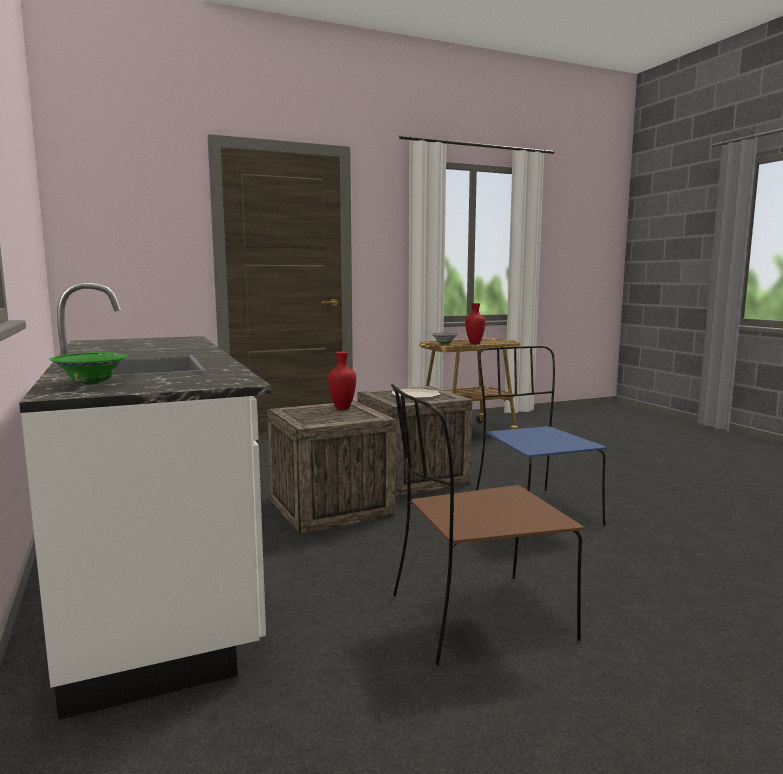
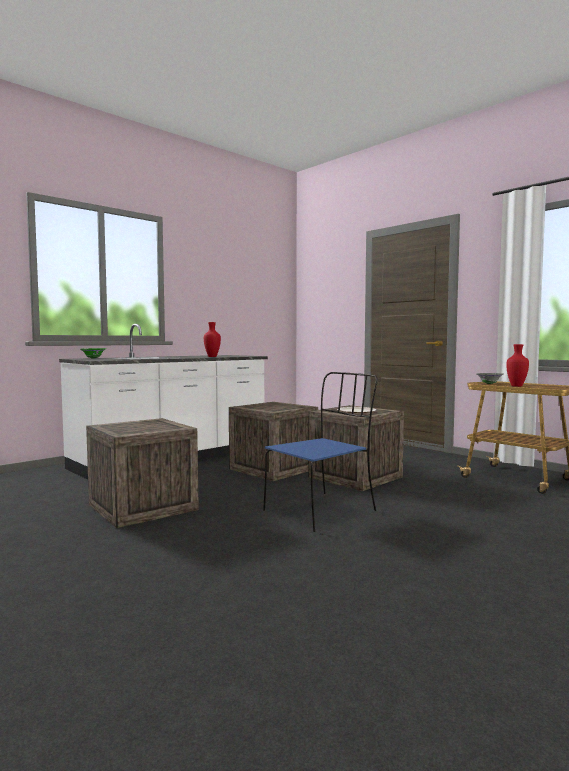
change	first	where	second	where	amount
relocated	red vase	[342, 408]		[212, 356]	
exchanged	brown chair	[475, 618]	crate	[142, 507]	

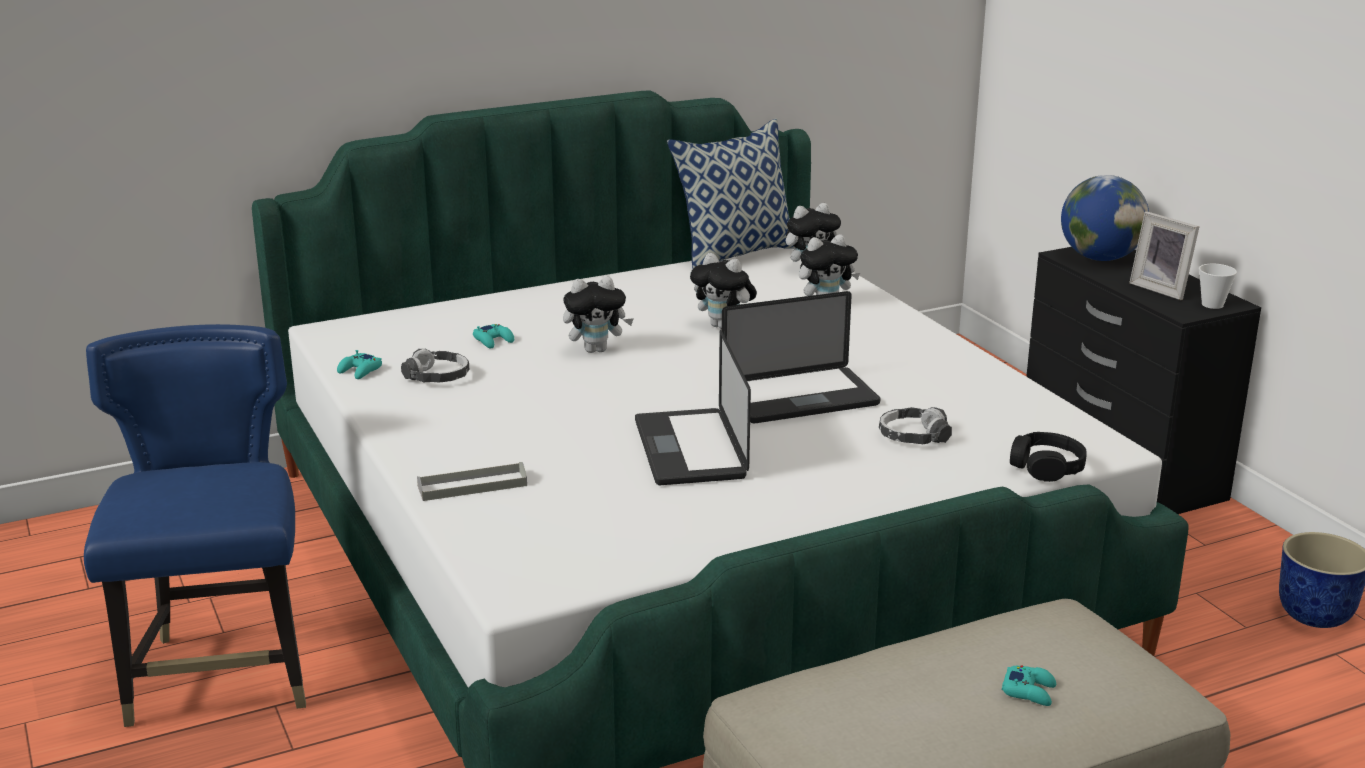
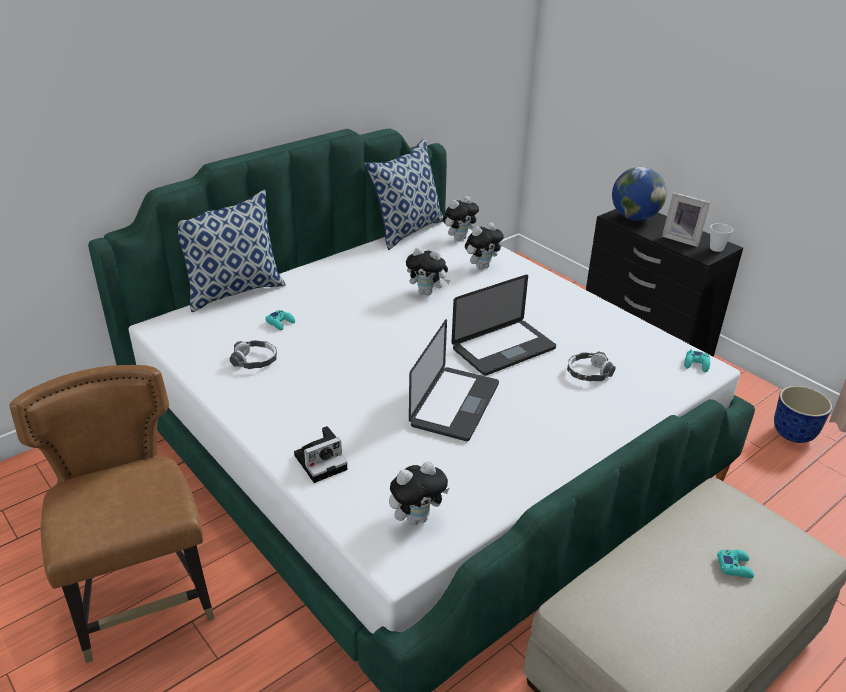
change	first	where	second	where	amount
missing	black headphones	[1046, 467]			
appeared			pillow	[234, 291]	
relocated	turquoise game controller	[360, 371]		[696, 364]	
relocated	plush toy	[596, 349]		[417, 518]	
exchanged	grey tray	[472, 486]	photo camera	[322, 461]	
colour	blue chair	[222, 675]	brown chair	[144, 600]	
spun	laptop	[690, 449]		[455, 404]	135 degrees counterclockwise

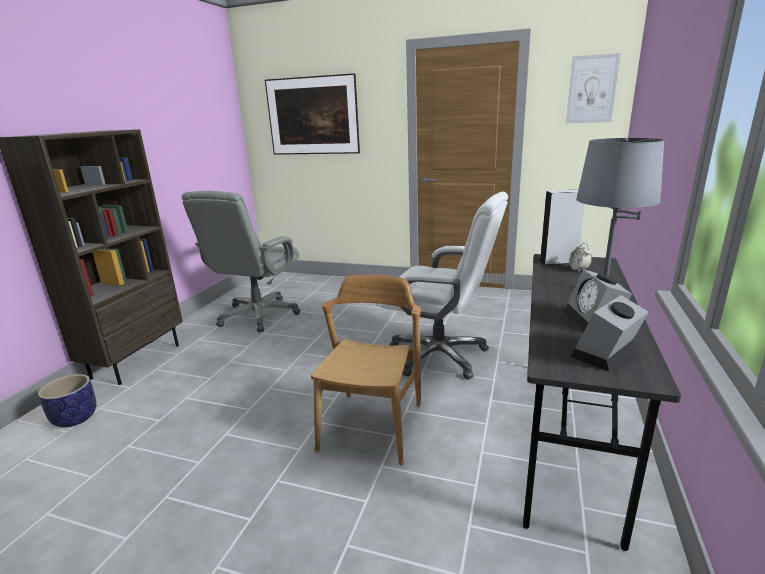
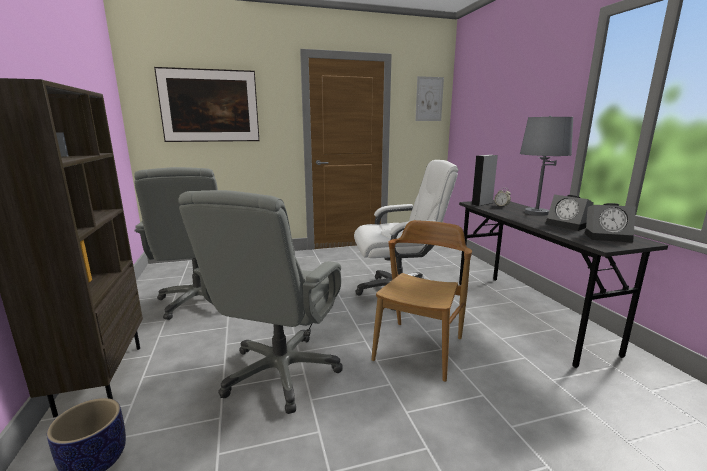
change	first	where	second	where	amount
appeared			grey office chair	[280, 372]	
spun	brown chair	[372, 426]		[419, 349]	45 degrees clockwise
spun	alarm clock	[605, 355]		[608, 237]	90 degrees counterclockwise

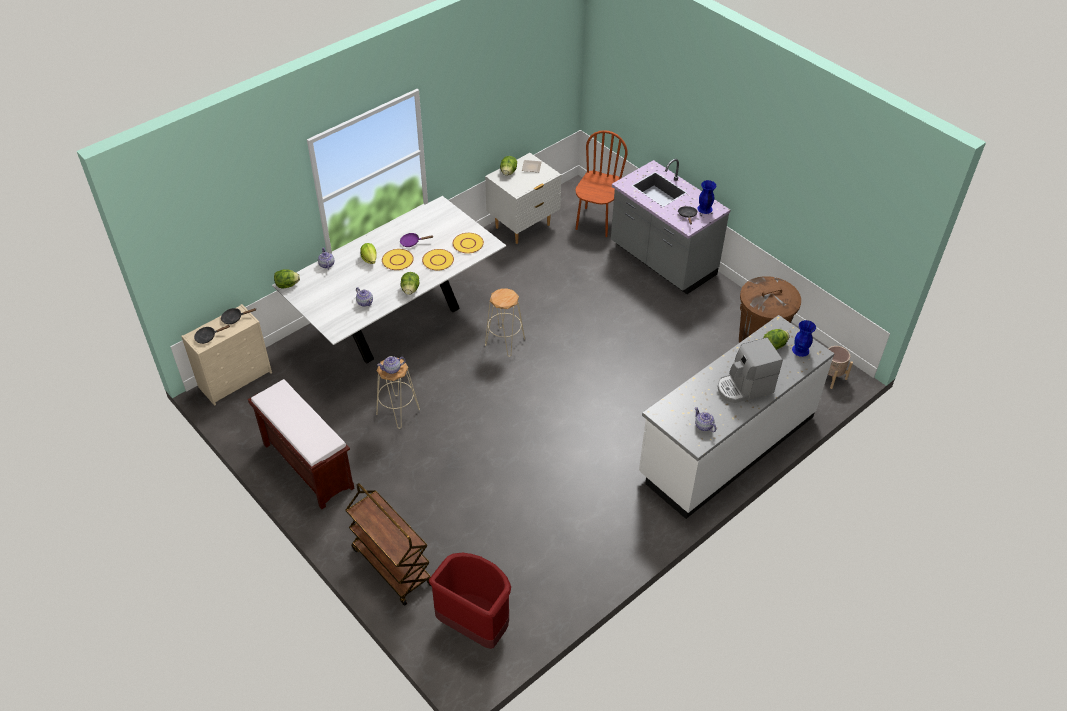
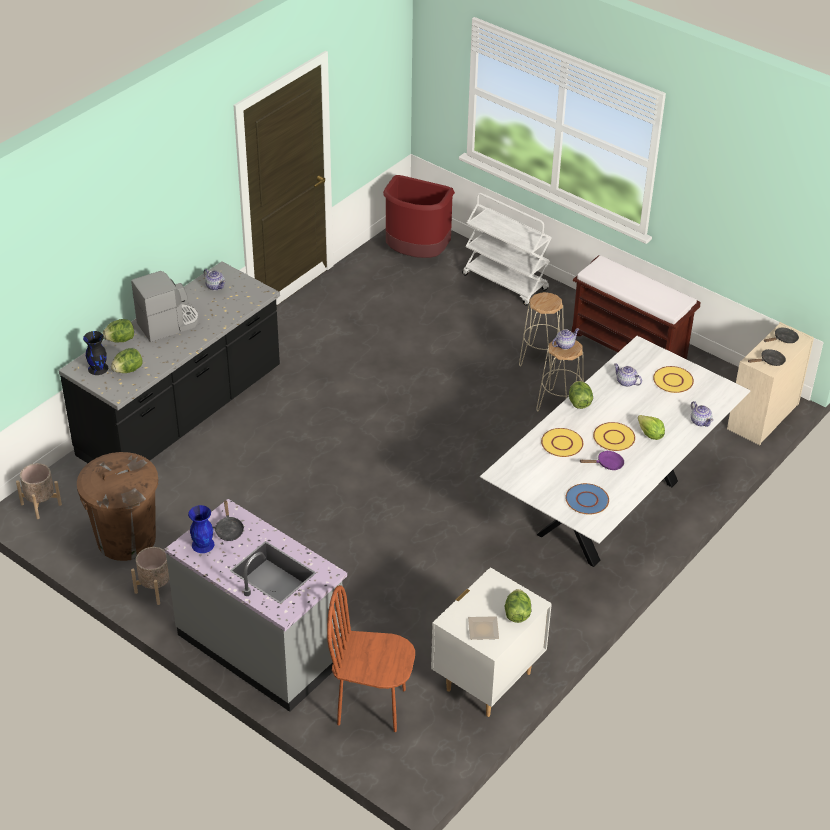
change	first	where	second	where	amount
appeared			beige planter	[156, 589]	
appeared			blue plate	[586, 500]	
relocated	lettuce	[287, 285]		[120, 340]	
relocated	yellow plate	[468, 243]		[673, 381]	
relocated	beige stool	[504, 342]		[541, 359]	
colour	brown cart	[391, 566]	white cart	[506, 282]	
colour	white counter	[726, 445]	black counter	[181, 414]	
colour	blue vase	[800, 350]	black vase	[98, 368]	
spun	brown chair	[596, 222]		[371, 706]	90 degrees clockwise

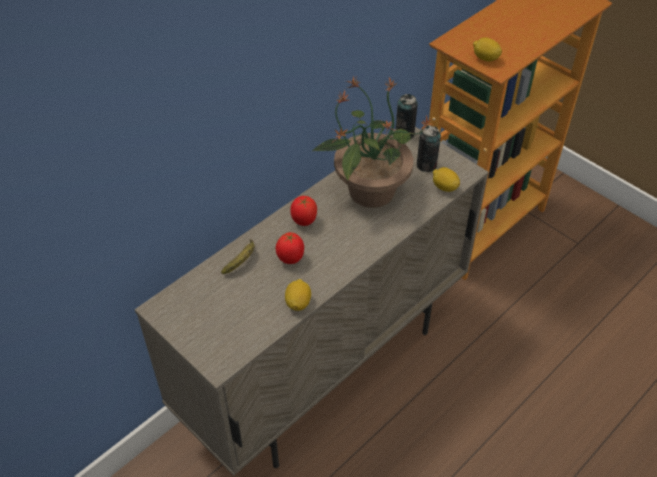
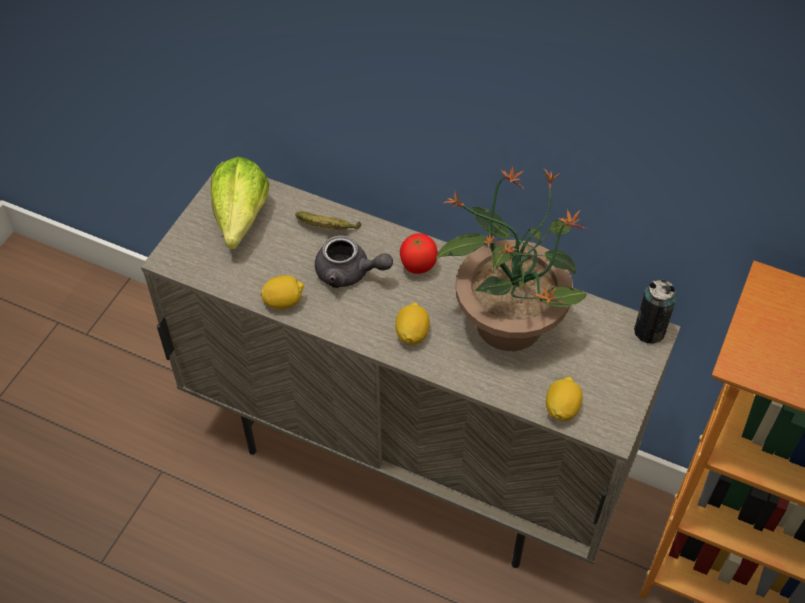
change	first	where	second	where	amount
missing	can	[426, 165]			
appeared			lettuce	[238, 226]	
relocated	lemon	[485, 58]		[412, 333]	
exchanged	tomato	[291, 259]	grey teapot	[349, 273]	

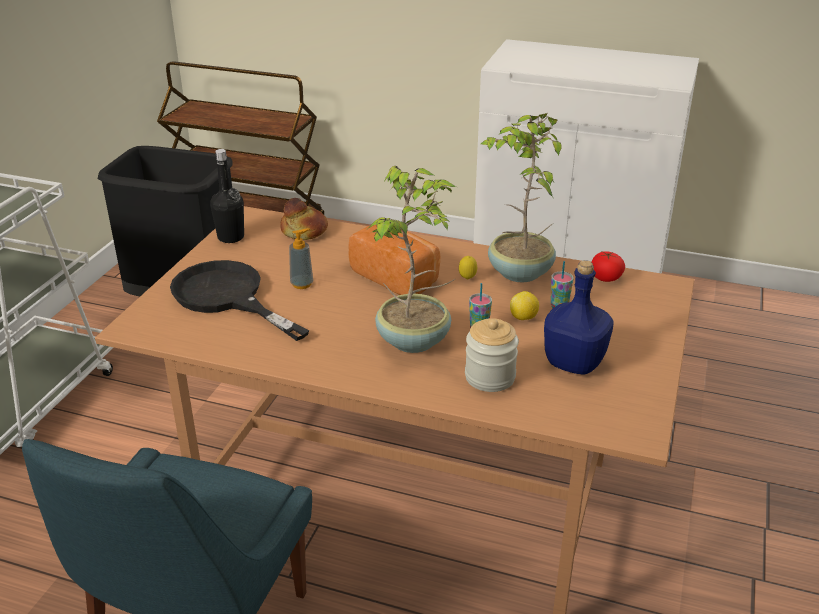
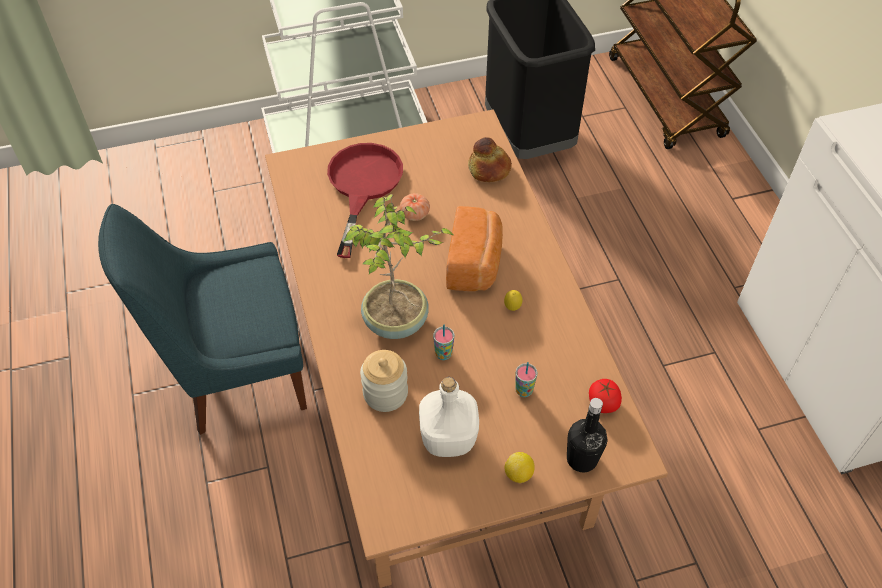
change	first	where	second	where	amount
missing	potted plant	[518, 273]			
relocated	black bottle	[231, 237]		[581, 459]	
relocated	lemon	[523, 318]		[518, 474]	
exchanged	soap dispenser	[302, 284]	tomato	[414, 214]	
colour	black frying pan	[227, 297]	red frying pan	[362, 186]	
colour	blue bottle	[572, 362]	white bottle	[448, 437]	

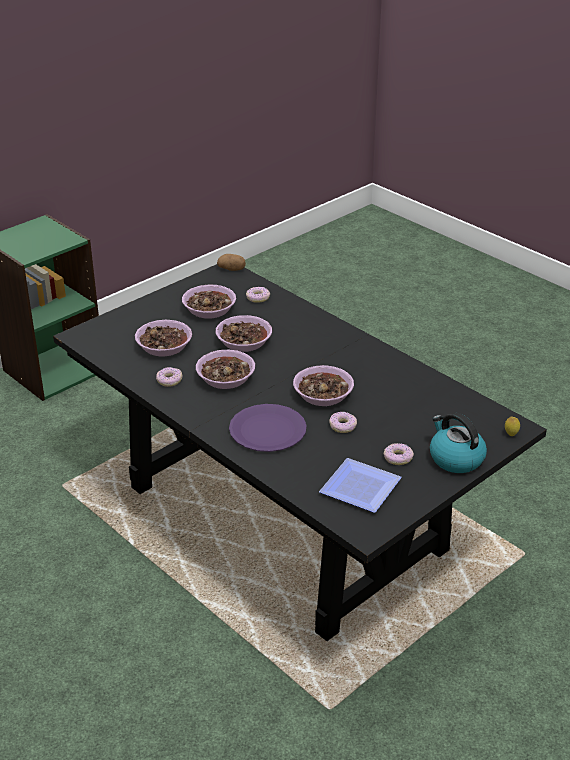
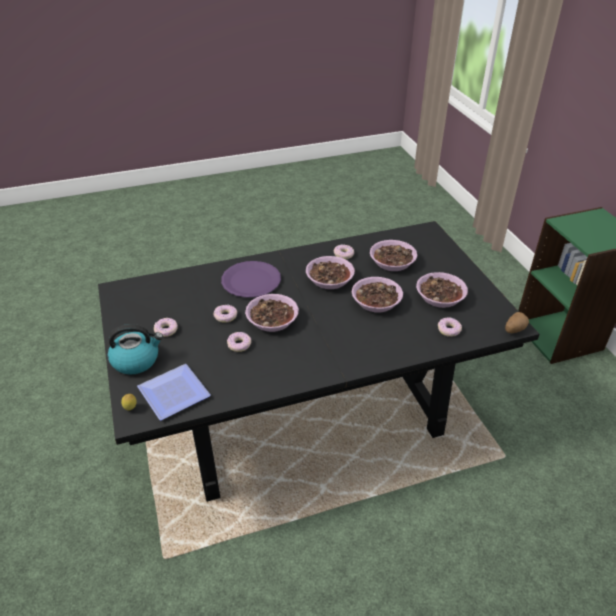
change	first	where	second	where	amount
appeared			donut	[239, 344]	
relocated	plate	[359, 486]		[176, 394]	

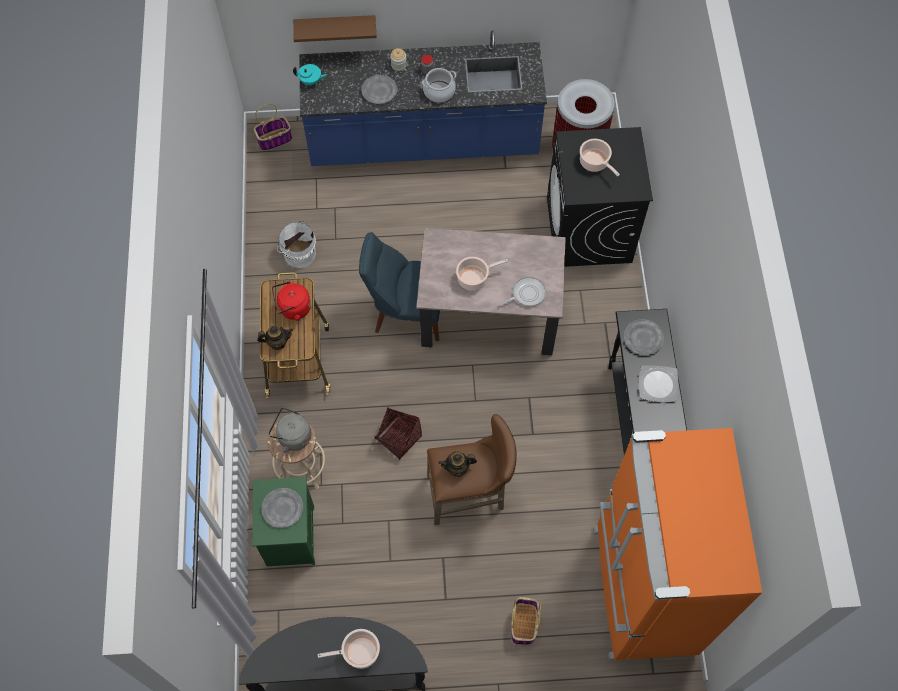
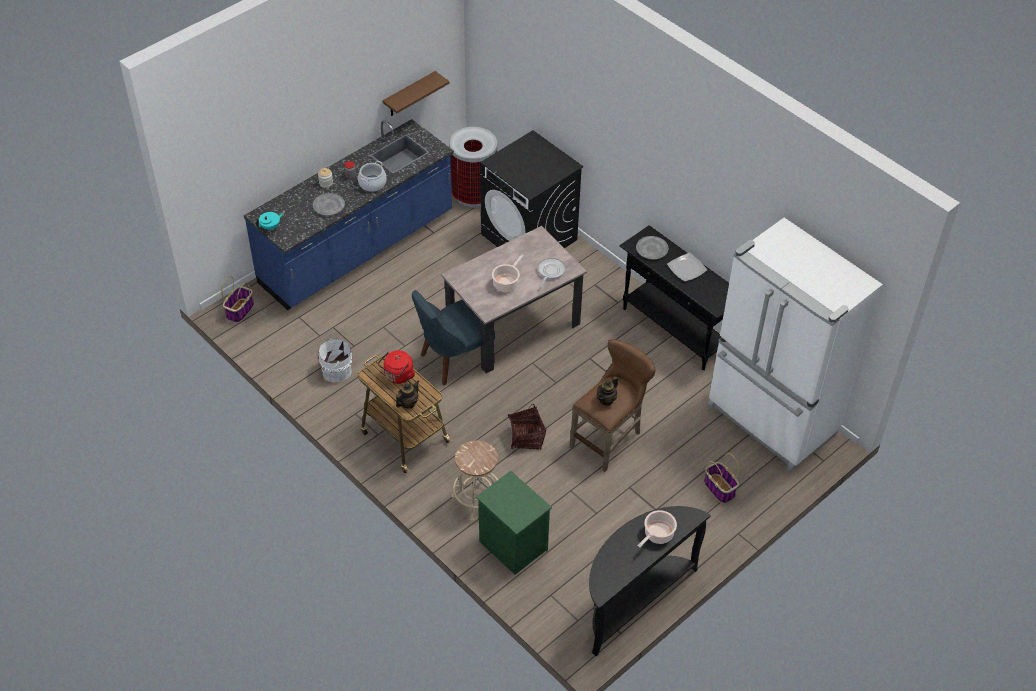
change	first	where	second	where	amount
missing	grey plate	[282, 508]			
missing	grey kettle	[292, 436]			
missing	cooking pot	[595, 163]			
relocated	brown shelf	[335, 27]		[409, 95]	
colour	orange fridge	[641, 591]	white fridge	[771, 421]	

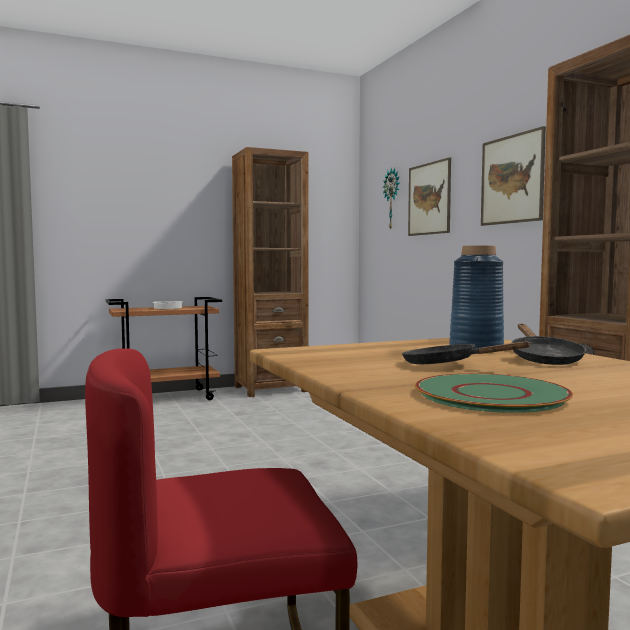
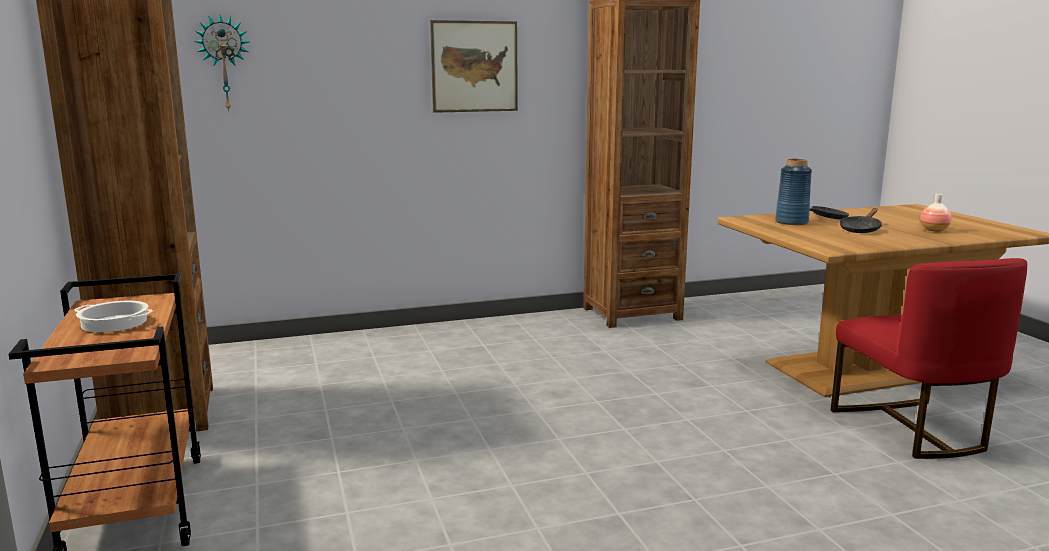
change	first	where	second	where	amount
missing	picture	[429, 199]			
exchanged	green plate	[491, 395]	vase	[934, 230]	

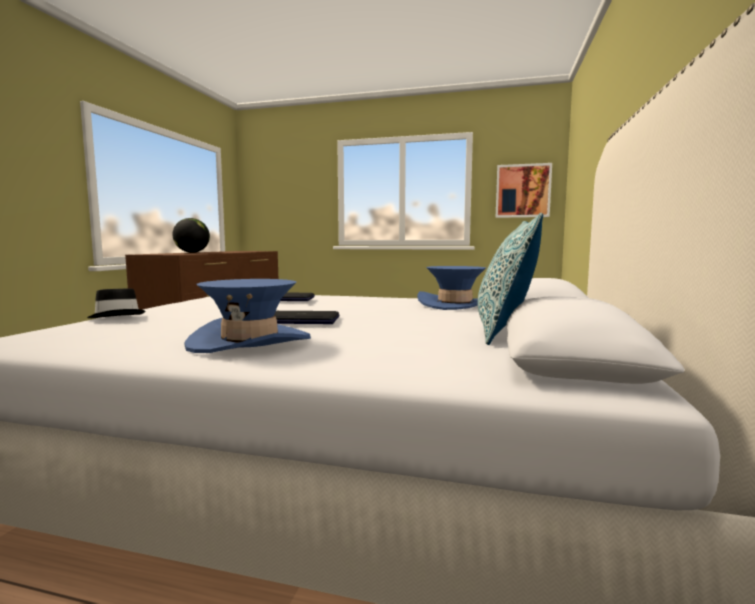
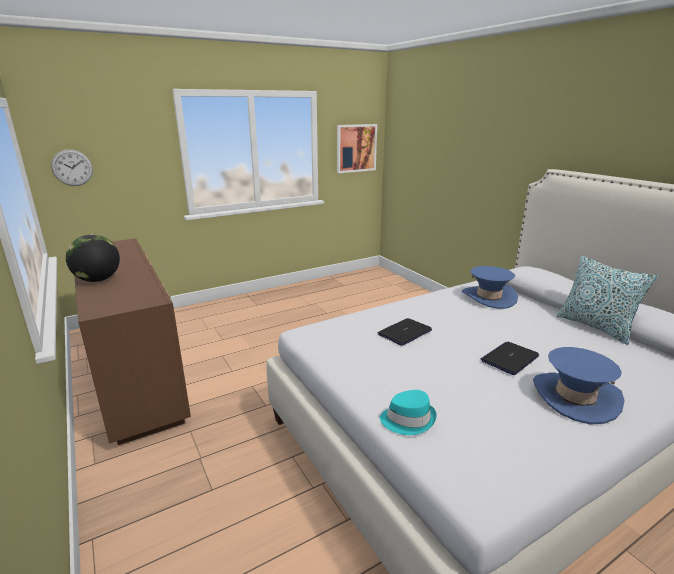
change	first	where	second	where	amount
appeared			wall clock	[72, 167]	
colour	black hat	[117, 316]	turquoise hat	[408, 419]	

